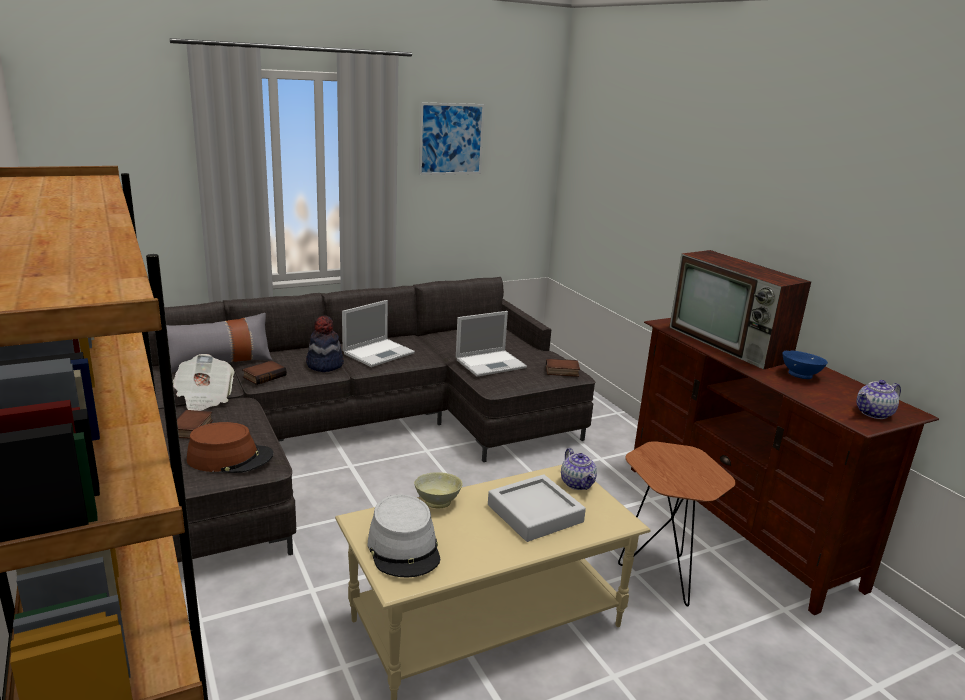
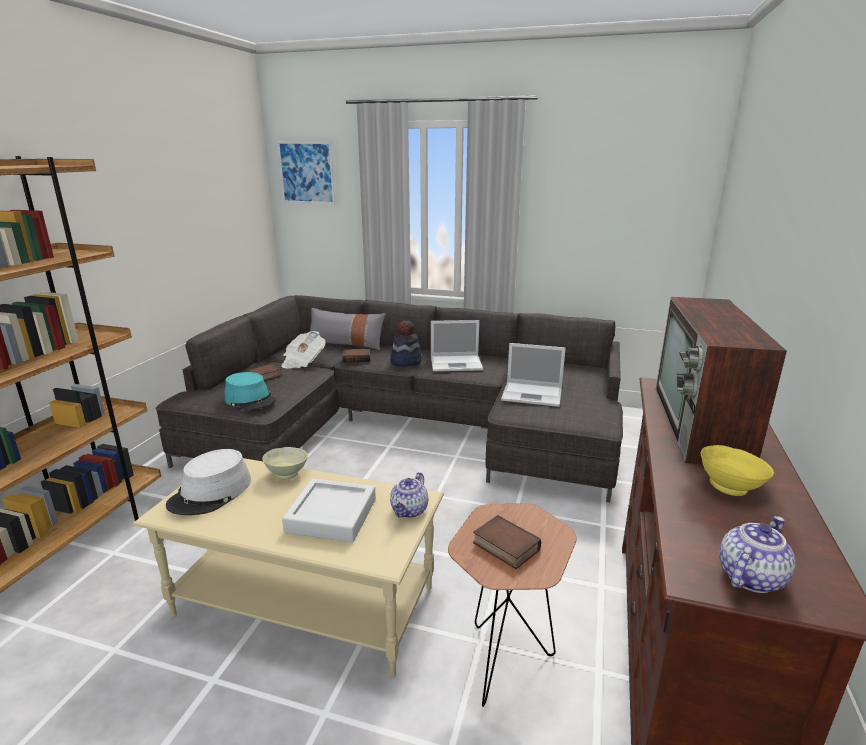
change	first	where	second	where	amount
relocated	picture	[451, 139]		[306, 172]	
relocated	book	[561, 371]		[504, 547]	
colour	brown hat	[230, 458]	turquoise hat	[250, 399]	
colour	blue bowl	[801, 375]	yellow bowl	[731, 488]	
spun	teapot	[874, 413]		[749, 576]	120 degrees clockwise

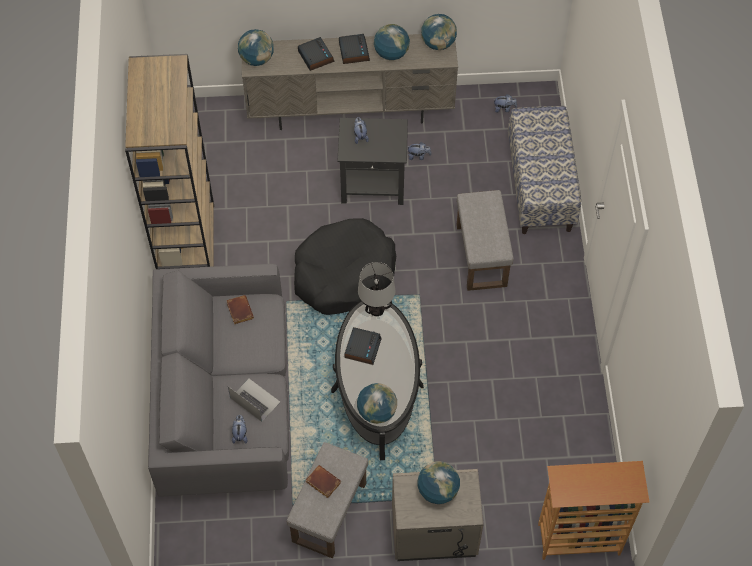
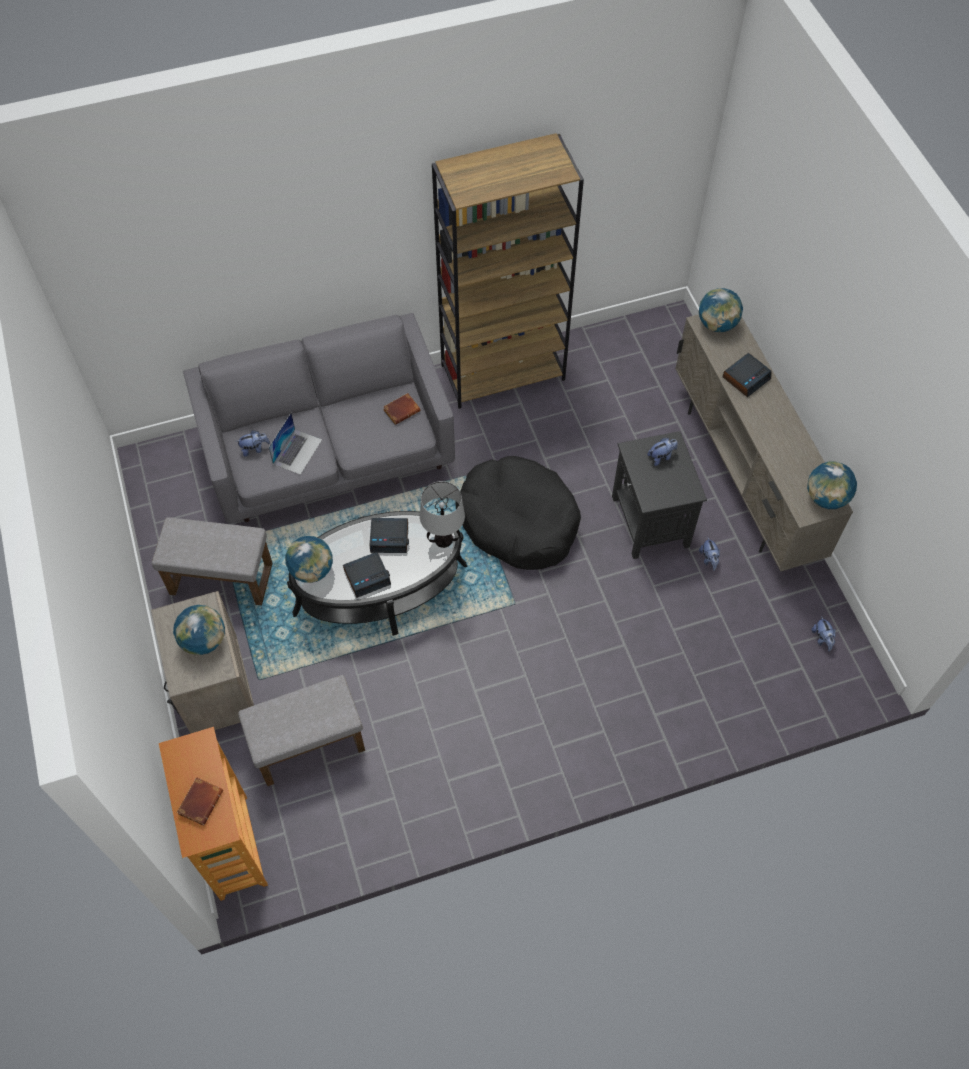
change	first	where	second	where	amount
missing	globe	[391, 53]			
missing	bench	[540, 186]			
relocated	brown book	[322, 483]		[200, 801]	
relocated	alarm clock	[353, 51]		[367, 576]	
relocated	grey ottoman	[482, 256]		[308, 746]	

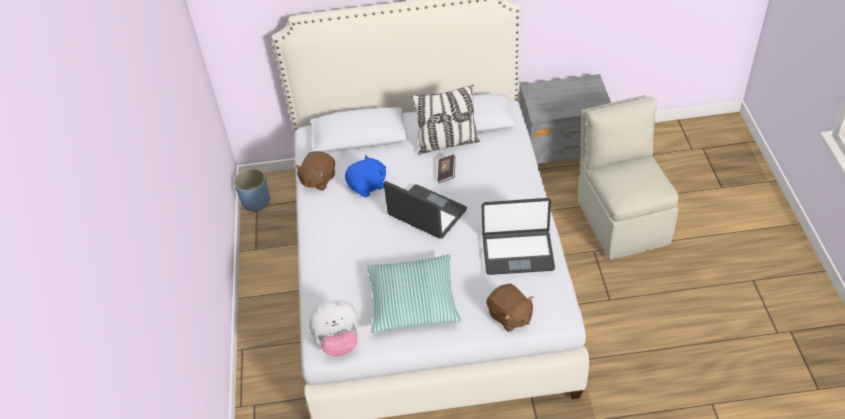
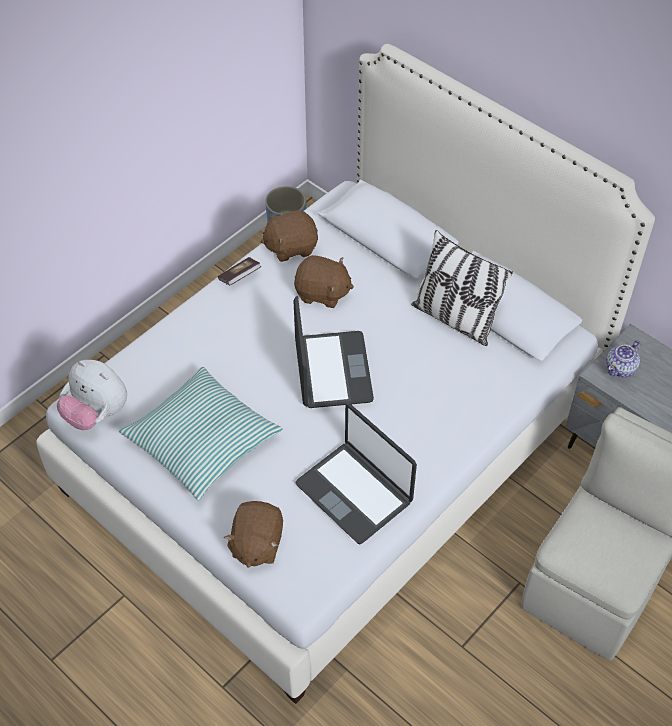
change	first	where	second	where	amount
appeared			teapot	[621, 368]	
relocated	book	[446, 173]		[240, 277]	
colour	blue plush toy	[367, 186]	brown plush toy	[322, 293]	

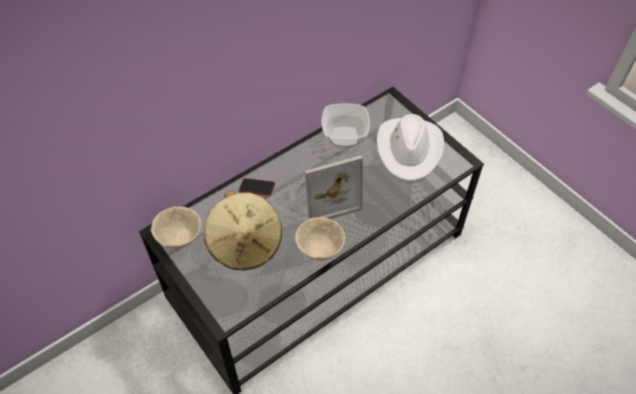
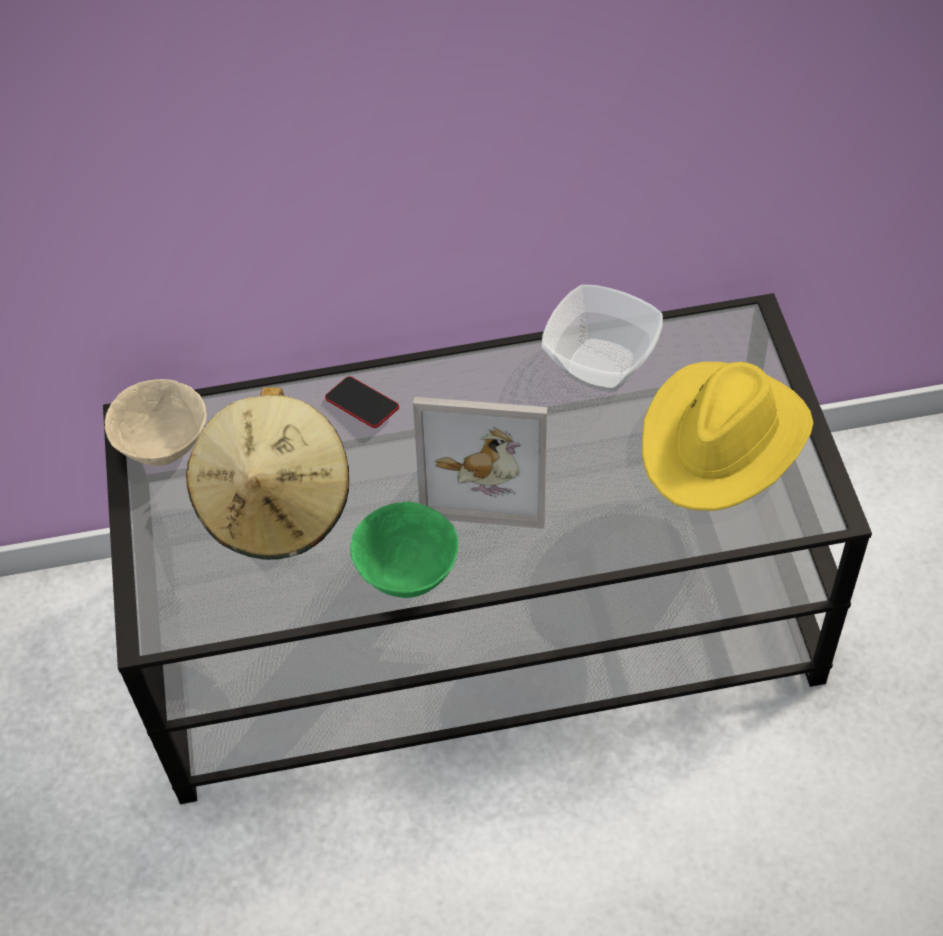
change	first	where	second	where	amount
colour	beige bowl	[319, 249]	green bowl	[408, 574]	
colour	white hat	[409, 149]	yellow hat	[723, 440]	

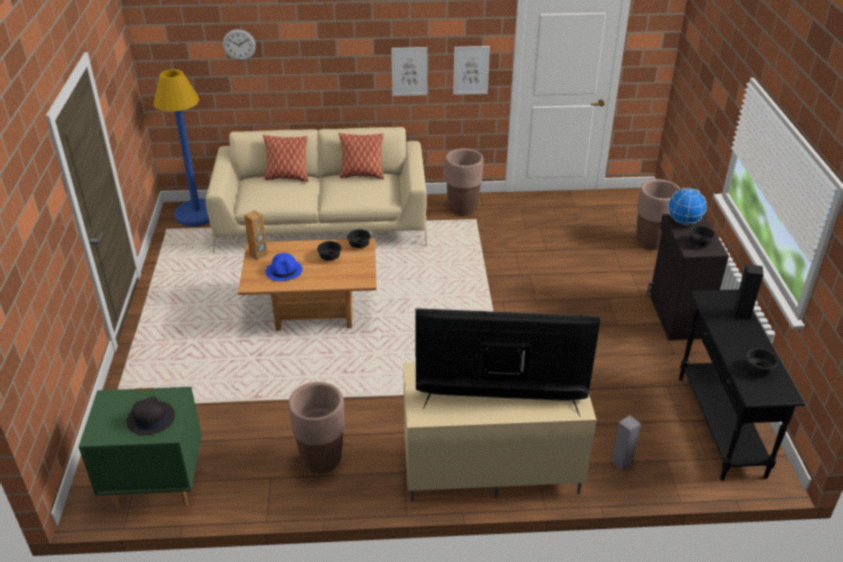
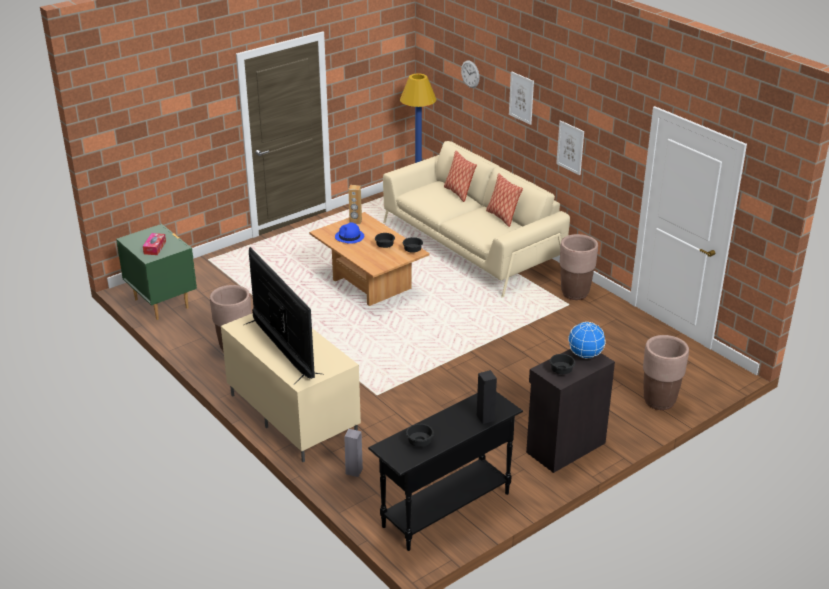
change	first	where	second	where	amount
relocated	picture	[471, 70]		[521, 97]	
exchanged	black hat	[150, 418]	tissue box	[155, 248]	

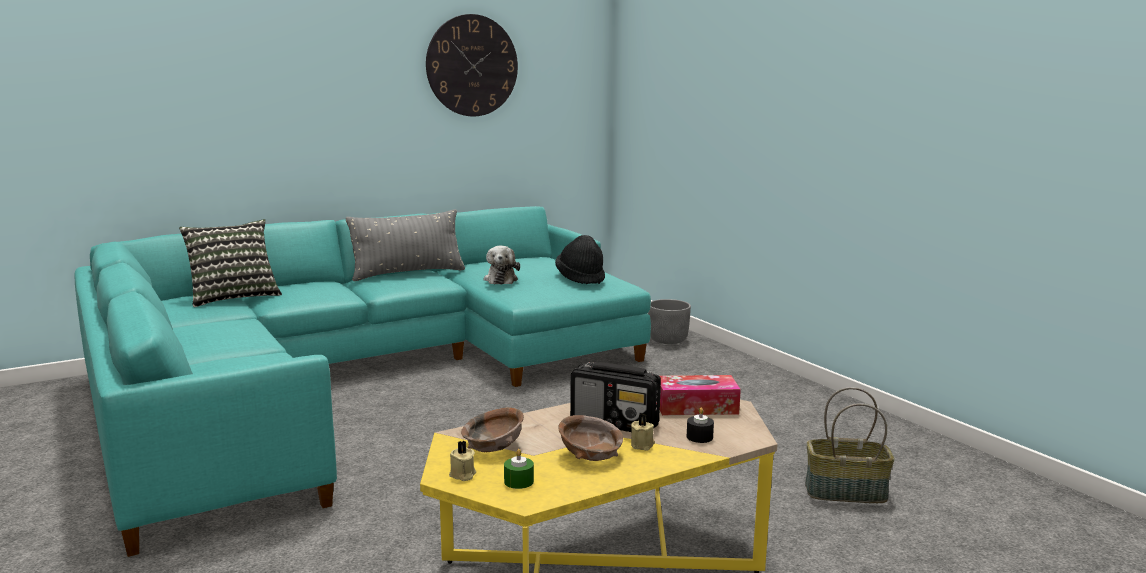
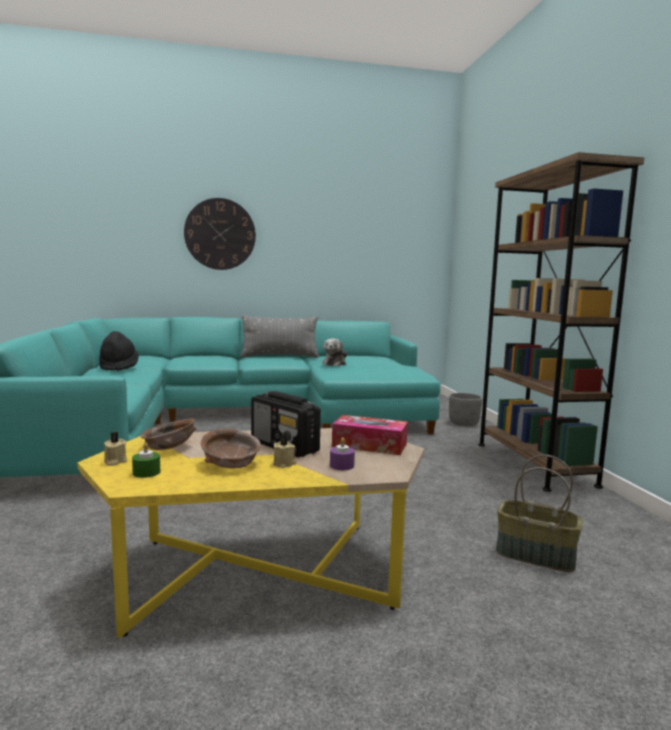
change	first	where	second	where	amount
missing	pillow	[233, 297]			
appeared			brown bookcase	[533, 464]	
relocated	wall clock	[472, 65]		[220, 234]	
relocated	black hat	[581, 278]		[119, 367]	
colour	black candle	[699, 437]	purple candle	[342, 465]	

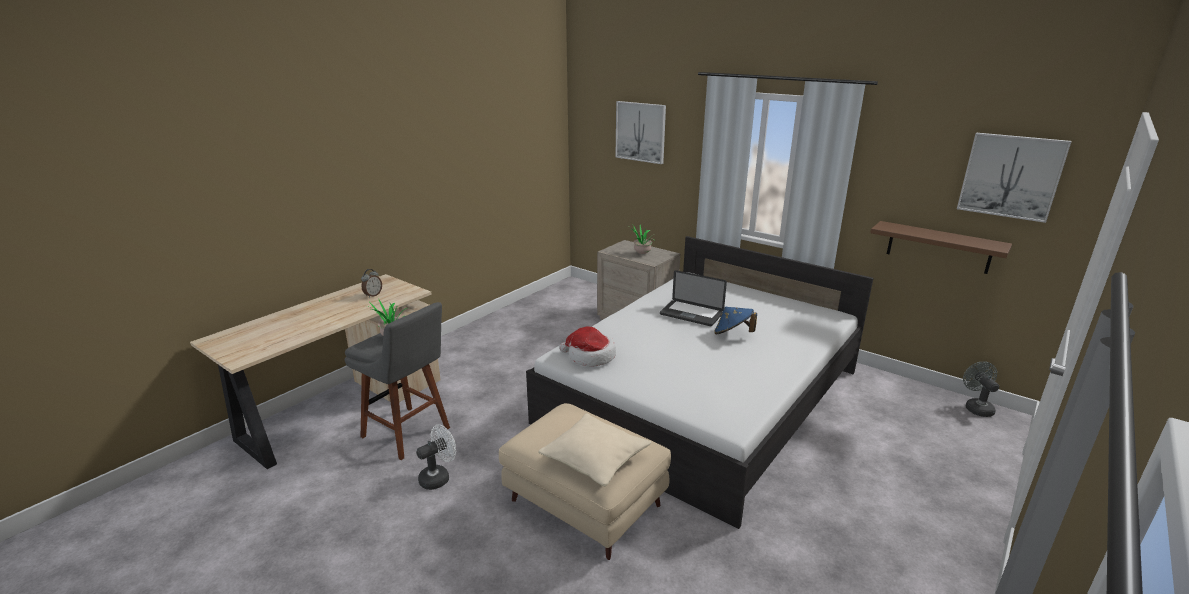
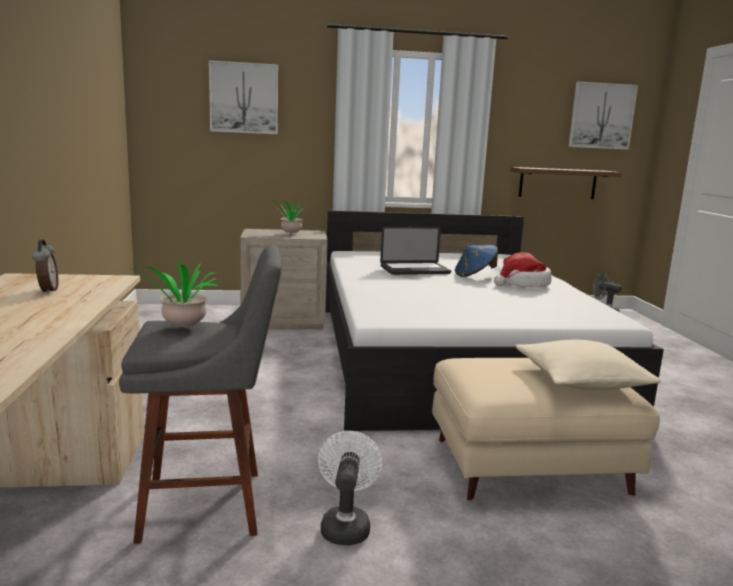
change	first	where	second	where	amount
relocated	hat	[590, 356]		[523, 284]	

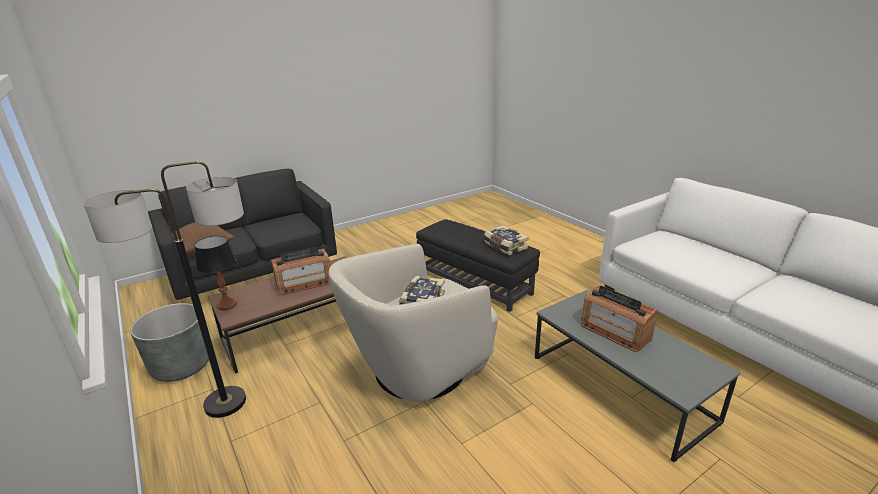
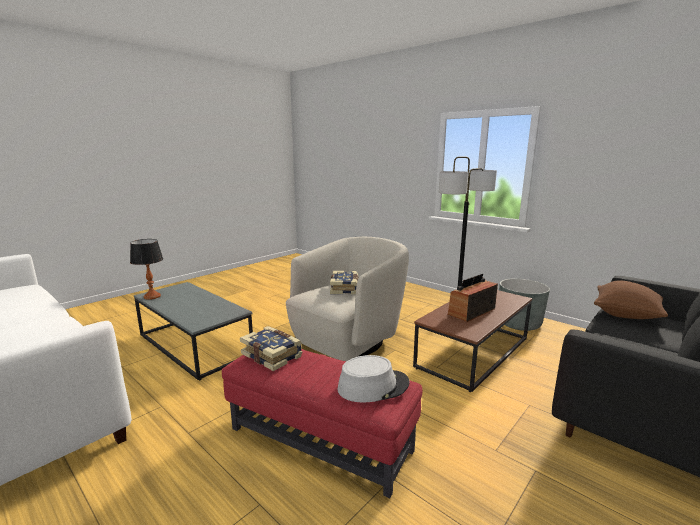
change	first	where	second	where	amount
missing	radio	[614, 332]			
appeared			grey hat	[373, 386]	
relocated	table lamp	[227, 305]		[152, 296]	
colour	black ottoman	[474, 283]	red ottoman	[320, 439]	

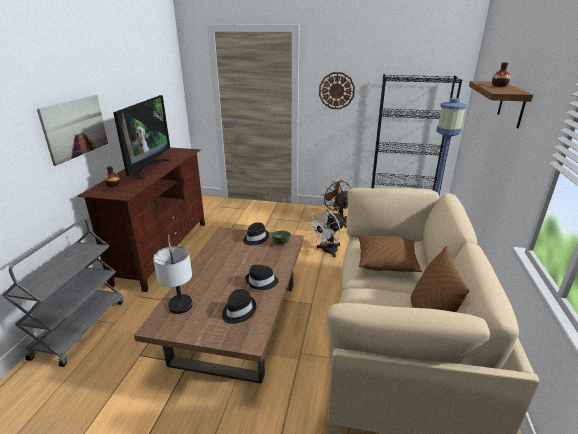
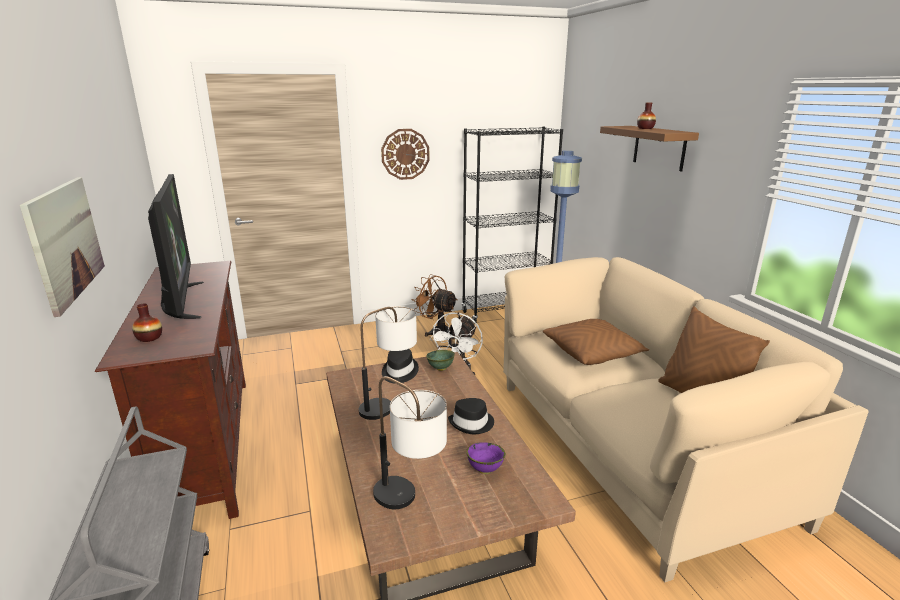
change	first	where	second	where	amount
appeared			table lamp	[389, 403]	
exchanged	black hat	[238, 311]	purple bowl	[484, 469]	

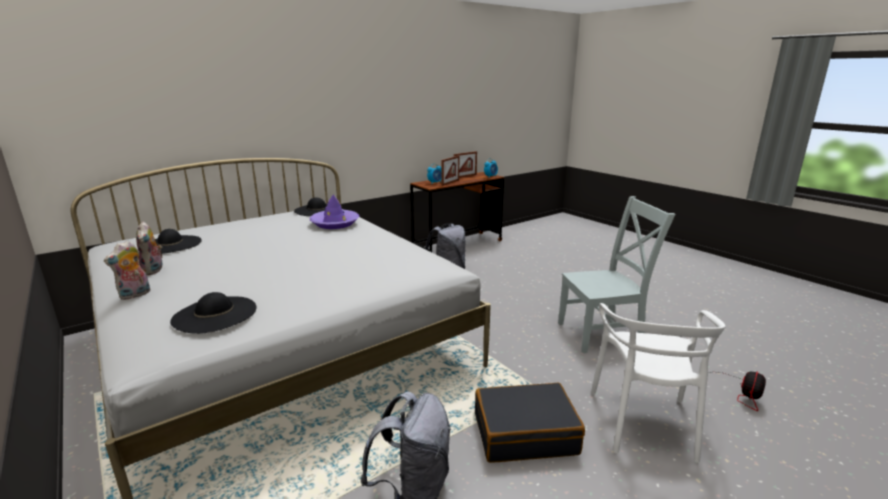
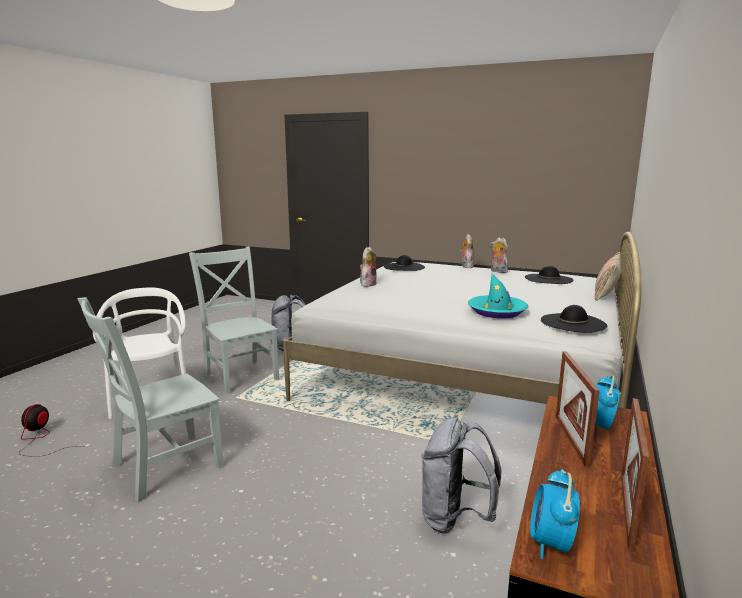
change	first	where	second	where	amount
appeared			plush toy	[367, 284]	
appeared			pillow	[606, 292]	
exchanged	black suitcase	[525, 433]	grey chair	[240, 375]	
colour	purple hat	[335, 223]	turquoise hat	[497, 312]	

